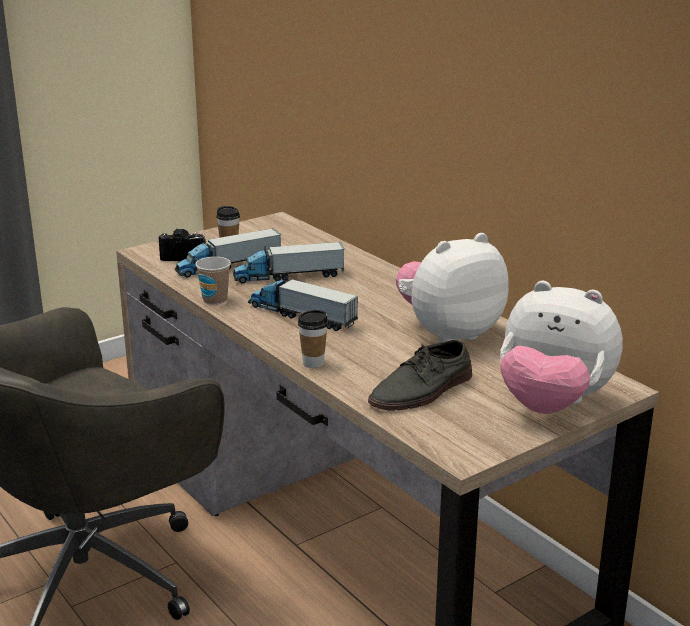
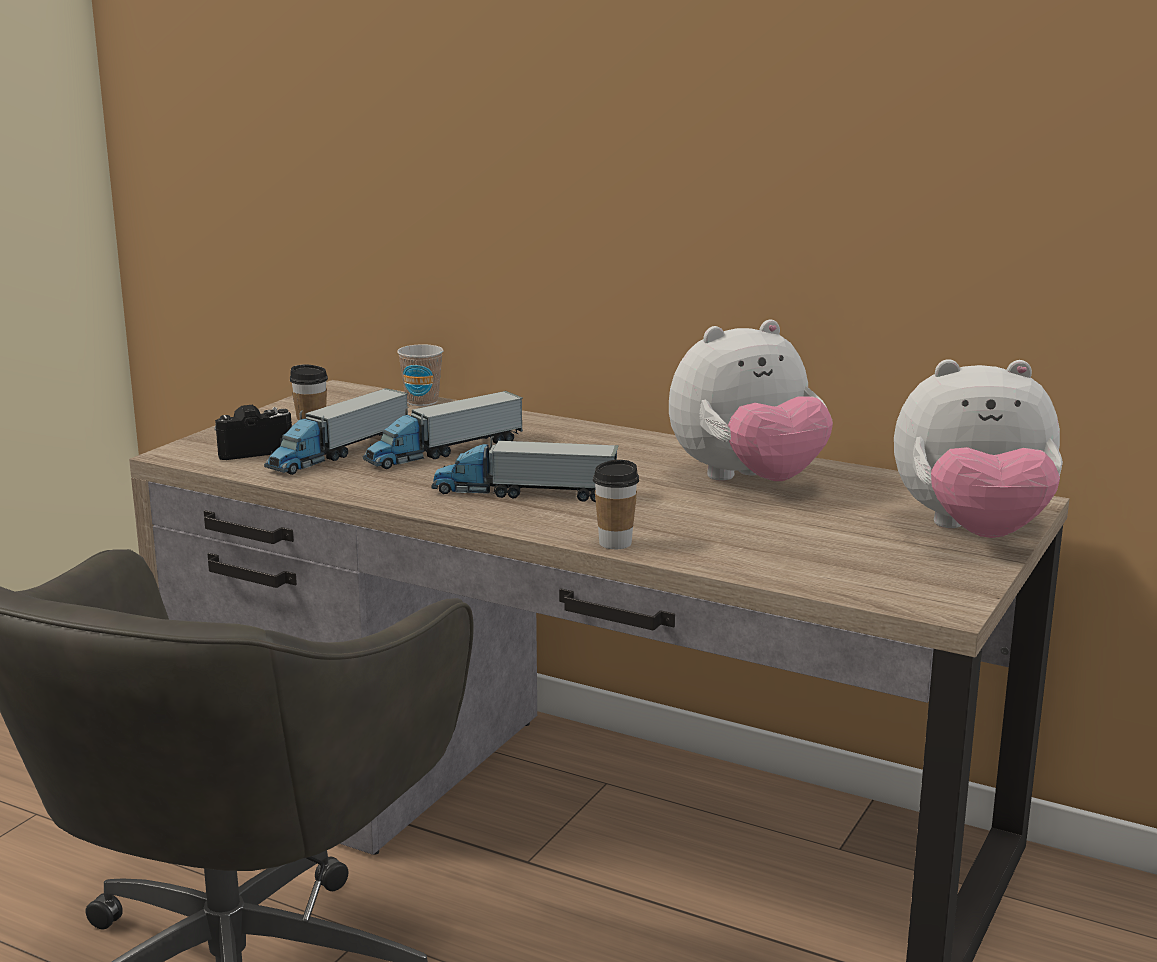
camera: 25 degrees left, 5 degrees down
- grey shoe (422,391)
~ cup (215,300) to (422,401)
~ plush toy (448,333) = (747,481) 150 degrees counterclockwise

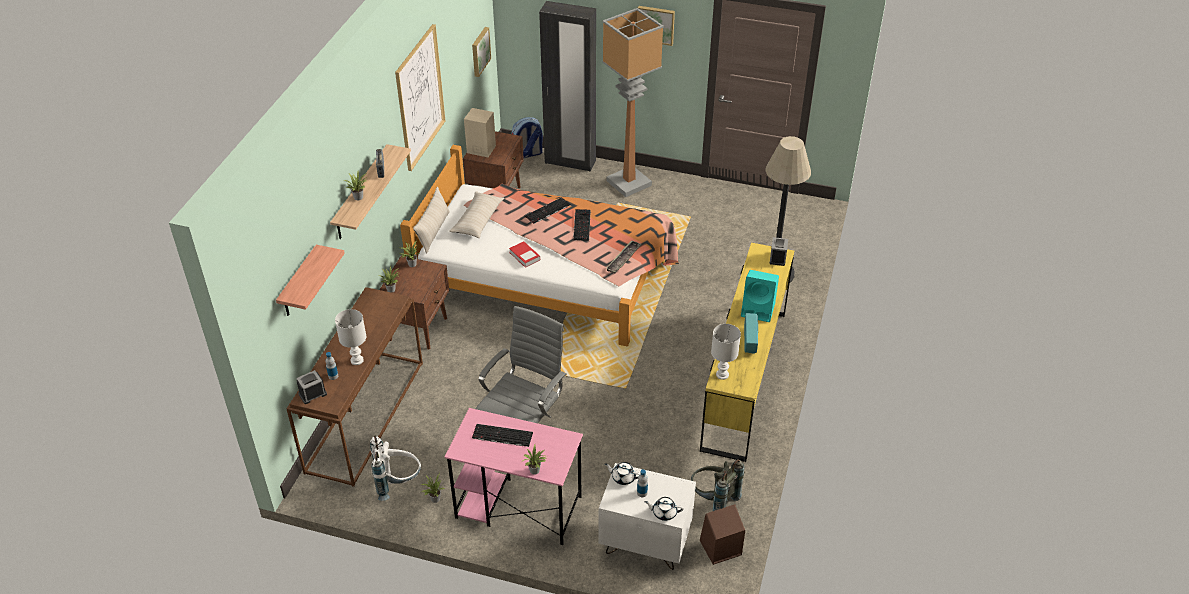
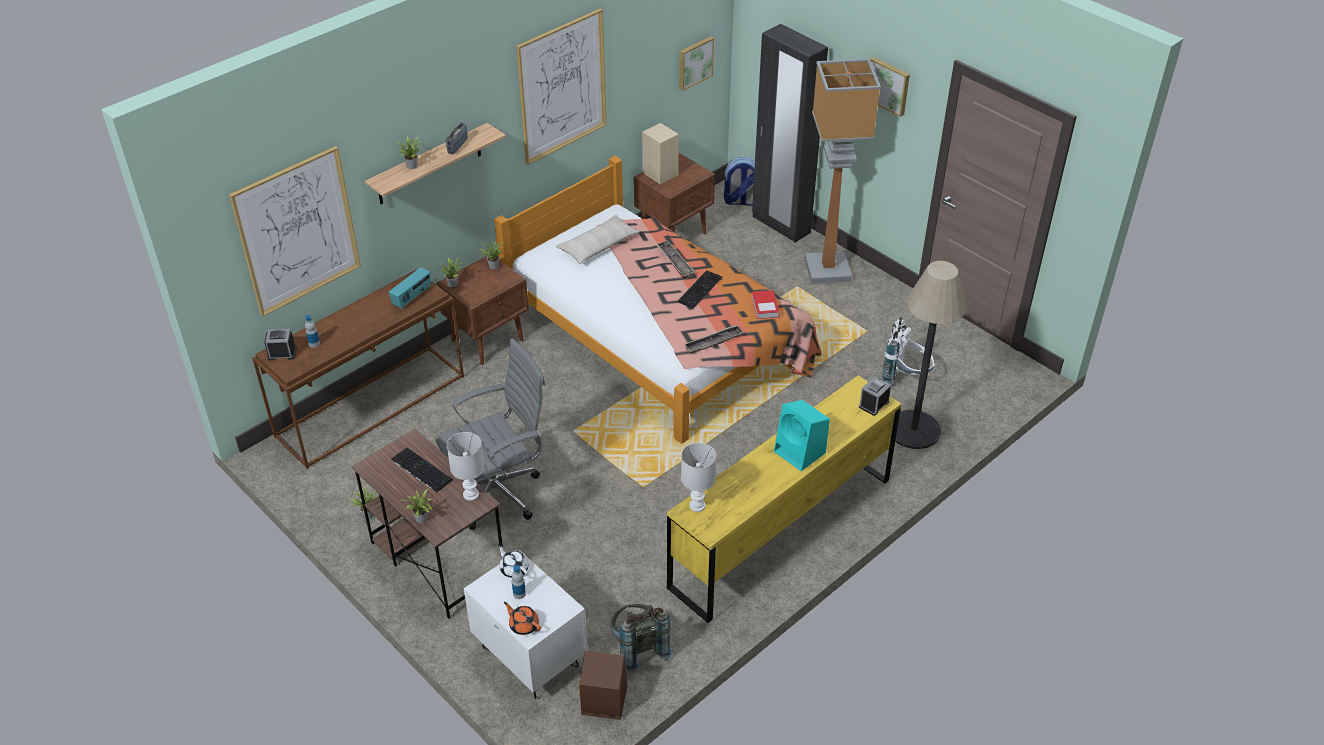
camera: 30 degrees right, 0 degrees up
- beige pillow (433,231)
~ white table lamp (356,360) to (470,494)
~ white backpack (398,483) to (905,377)
~ book (524,256) to (765,307)
~ radio (750,341) to (412,297)
~ shelf (299,283) to picture (297,231)
~ keyboard (547,211) to tray (675,262)
~ pink desk (517,507) to brown desk (437,559)
~ white teapot (664,513) to orange teapot (523,625)

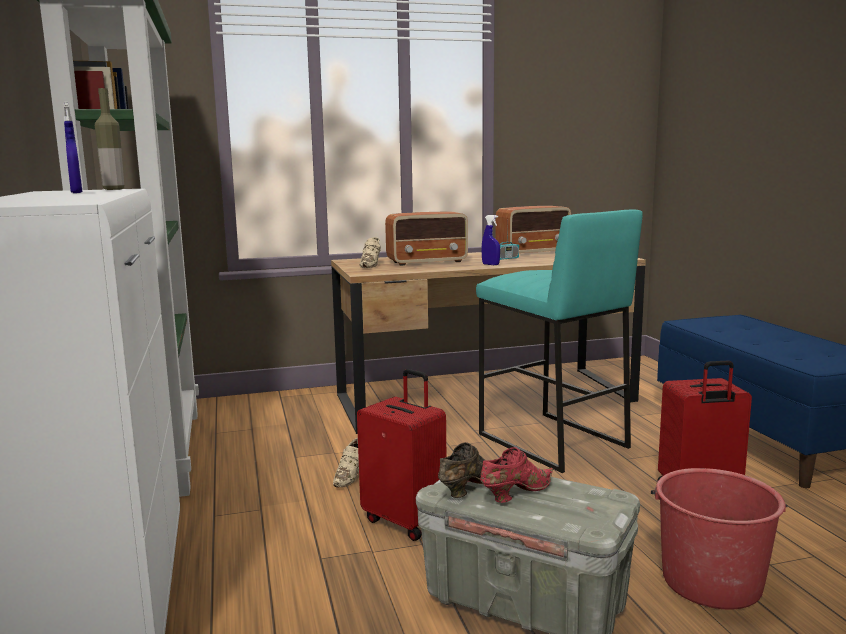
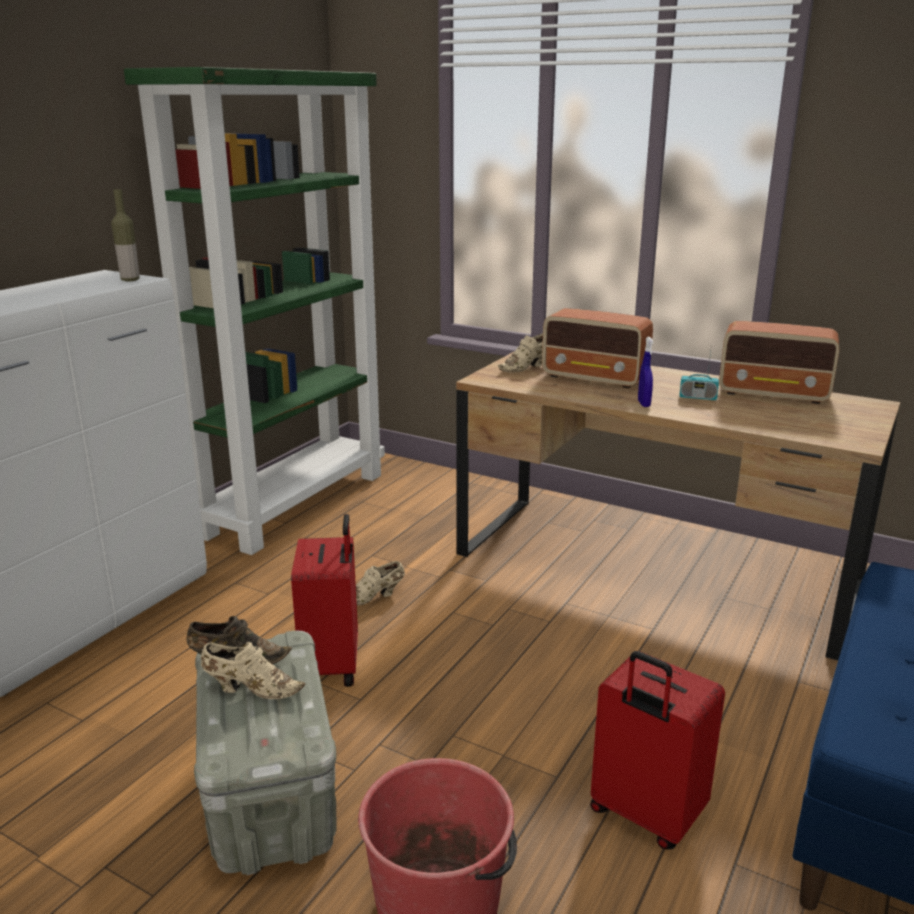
camera: 45 degrees right, 10 degrees up
- blue spray bottle (76,192)
- turquoise stool (551,441)
~ red shoe (515,493) to beige shoe (250,689)

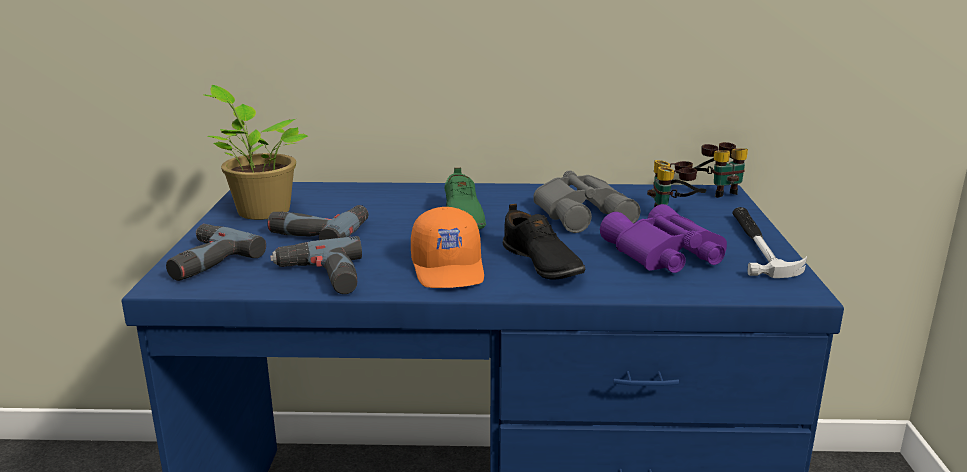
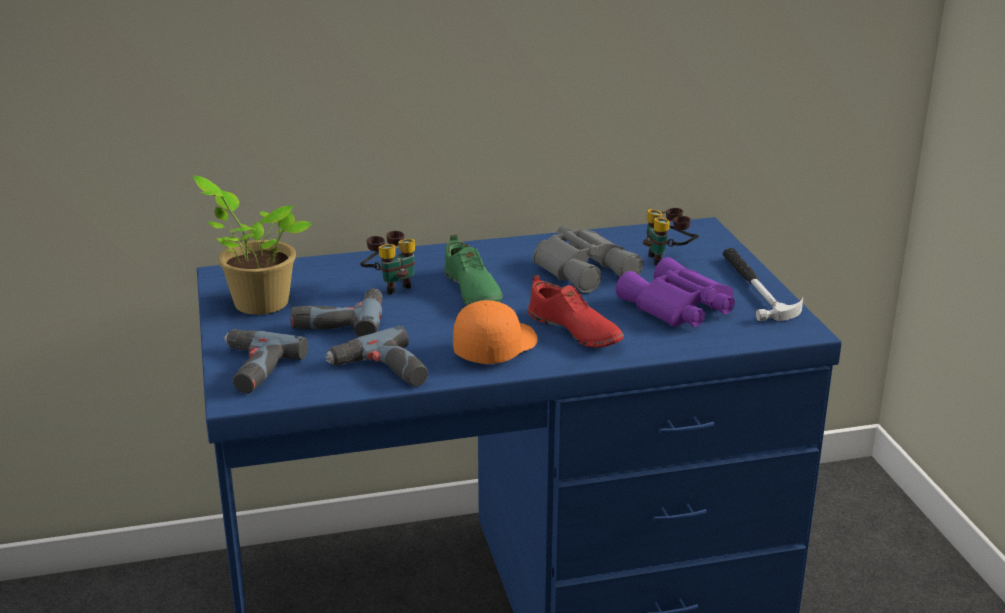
camera: 15 degrees left, 5 degrees up
~ binoculars (717,191) to (391,285)
~ black shoe (541,264) to red shoe (574,331)
~ orange cap (449,269) = (495,347) 120 degrees counterclockwise

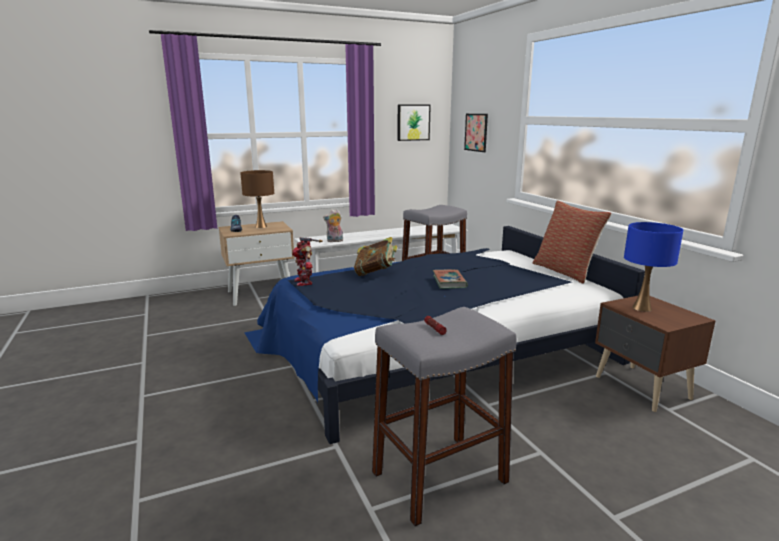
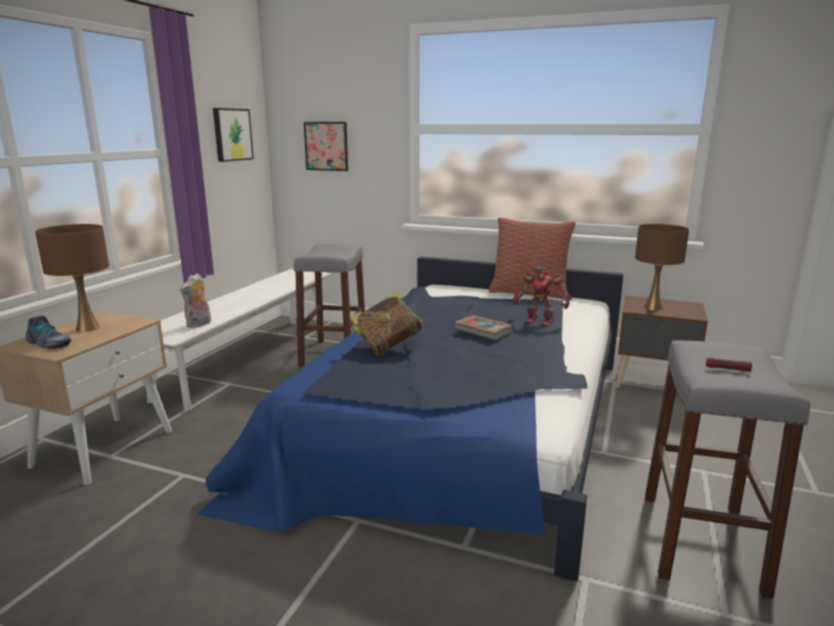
camera: 45 degrees left, 0 degrees up
~ toy robot (305,282) to (539,320)
~ blue table lamp (642,308) to brown table lamp (653,307)

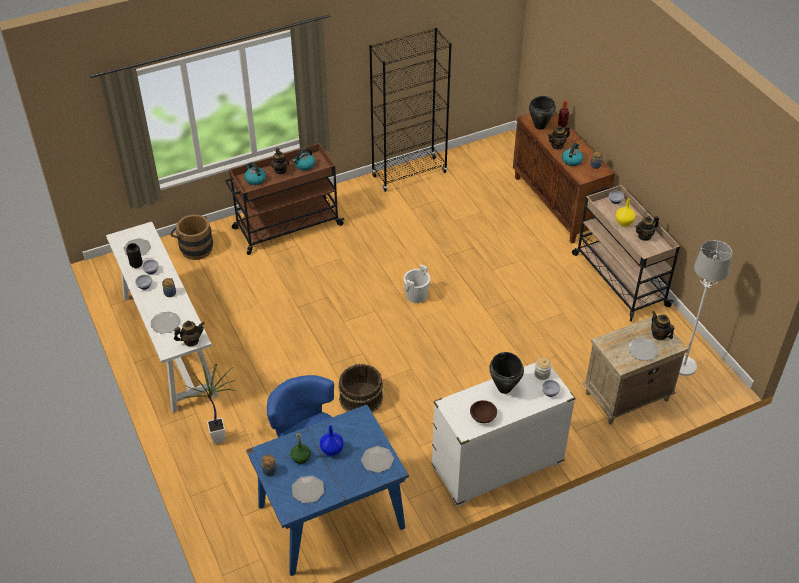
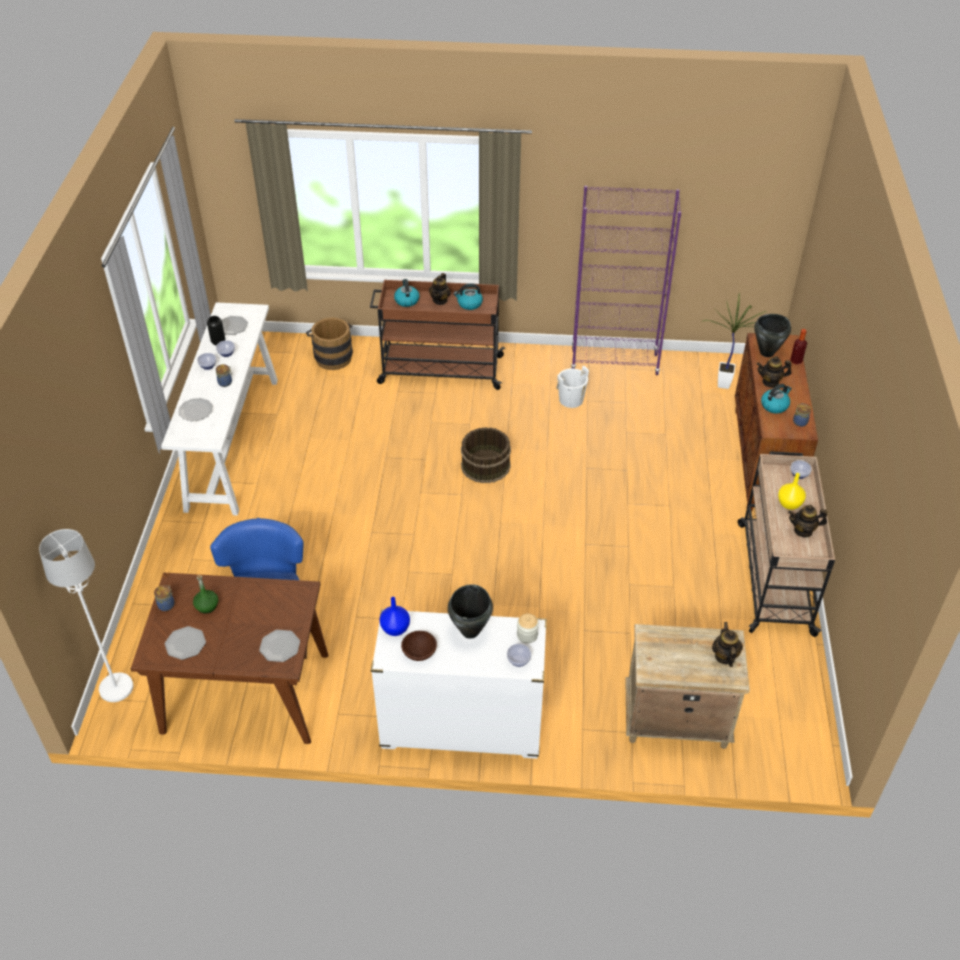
camera: 30 degrees right, 0 degrees up
- teapot (191,341)
- plate (642,350)
~ potted plant (219,436) to (725,383)
~ blue vase (332,450) to (395,629)
~ brown bucket (360,397) to (485,465)
~ white bucket (416,295) to (571,400)
~ white floor lamp (683,366) to (116,688)
~ blue dining table (330,517) to brown dining table (244,693)
~ black bookcase (409,174) to purple bookcase (614,362)

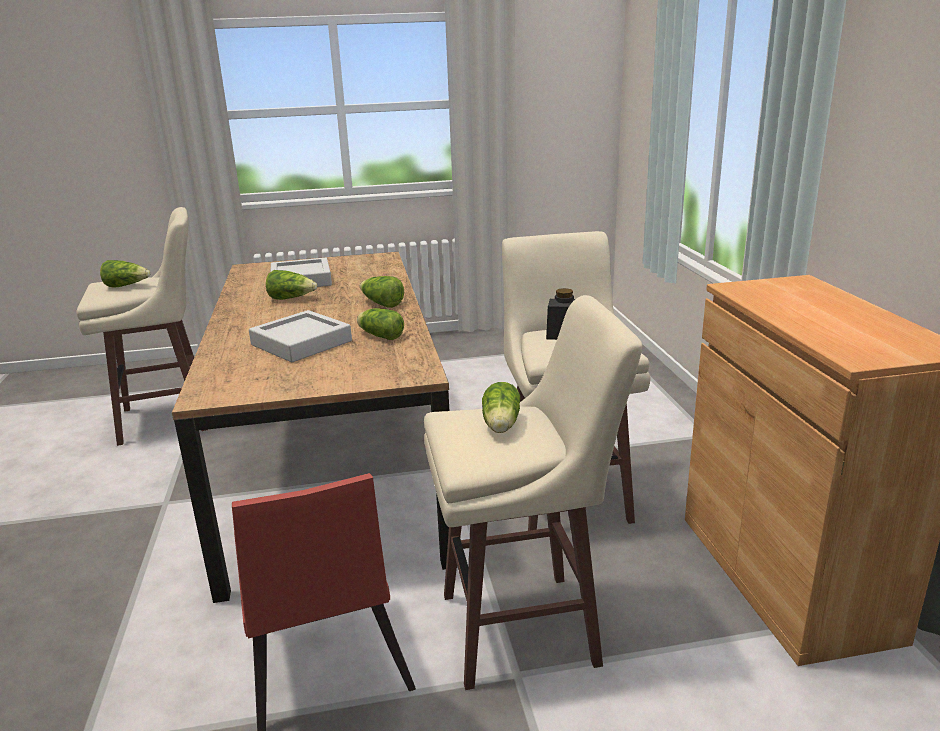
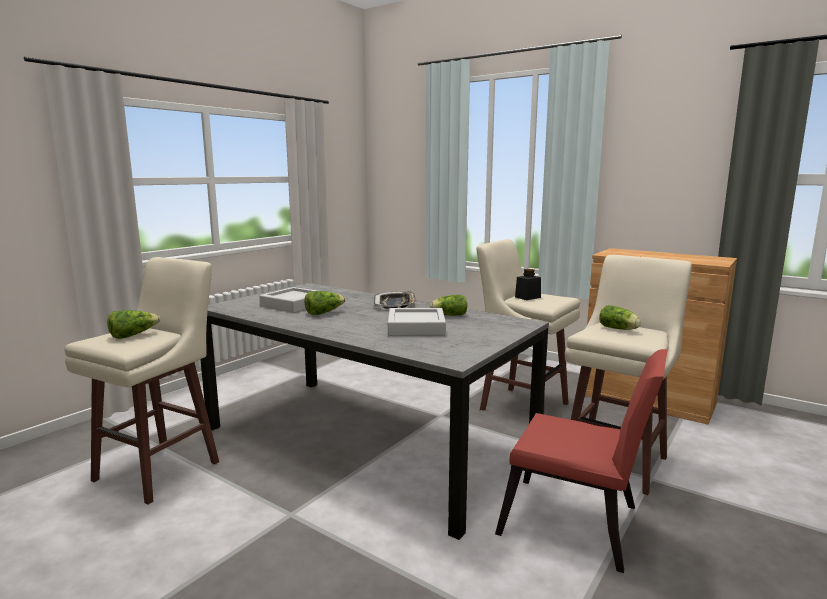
camera: 45 degrees left, 10 degrees down
~ lettuce (382,304) to tray (395,304)
~ brown dining table (335,463) to grey dining table (367,440)

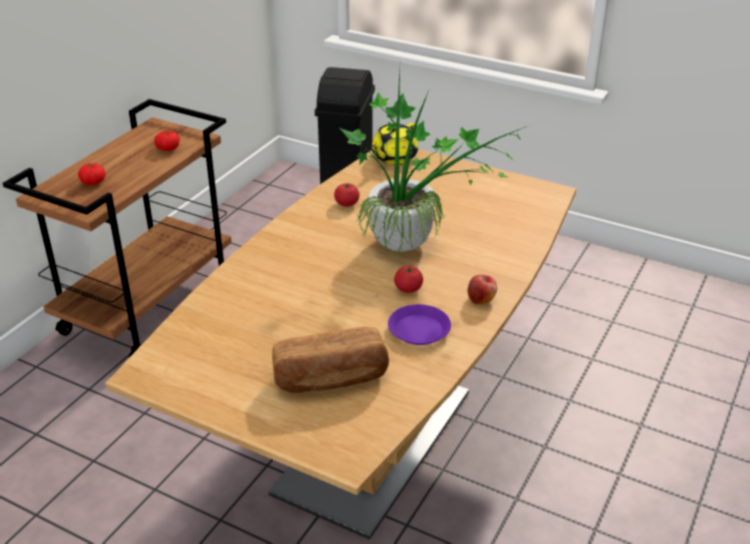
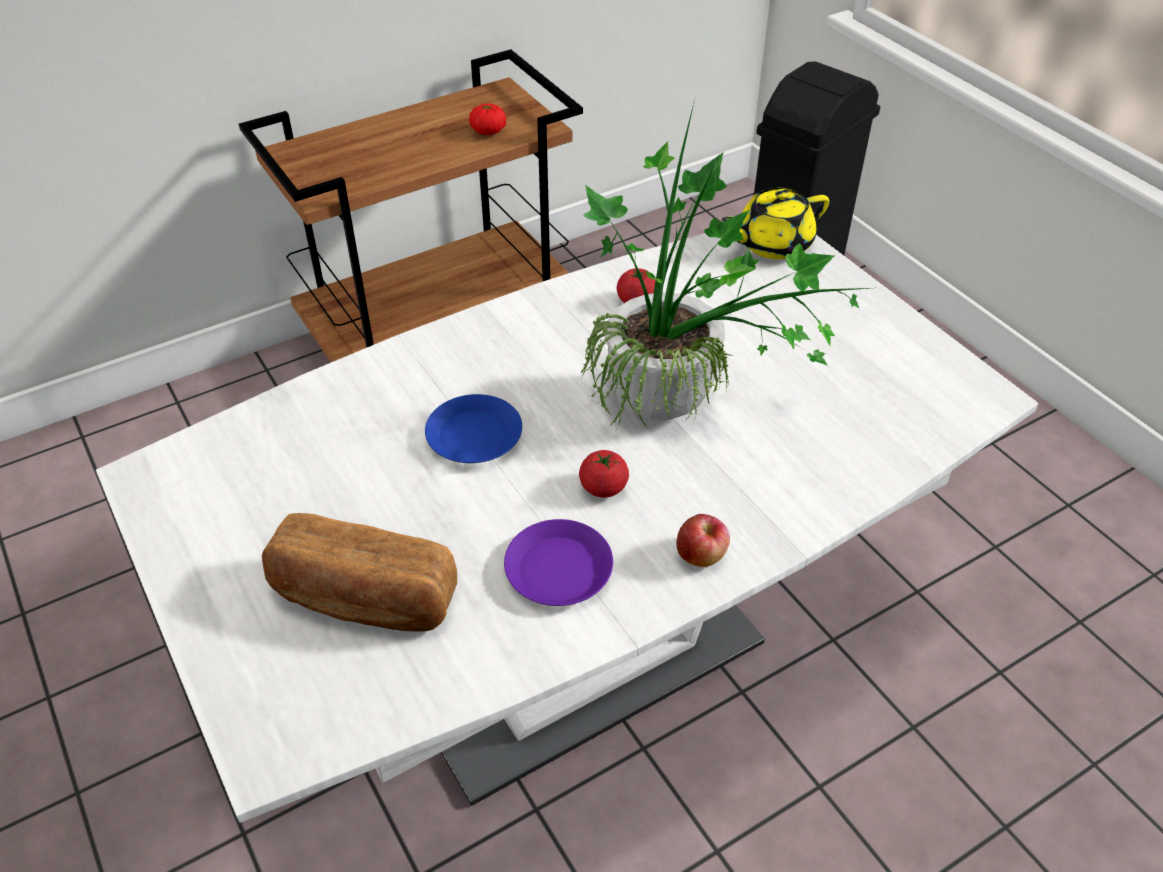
camera: 30 degrees right, 10 degrees up
- tomato (93,182)
+ blue plate (474,437)
~ brown dining table (374,442) to white dining table (581,658)

